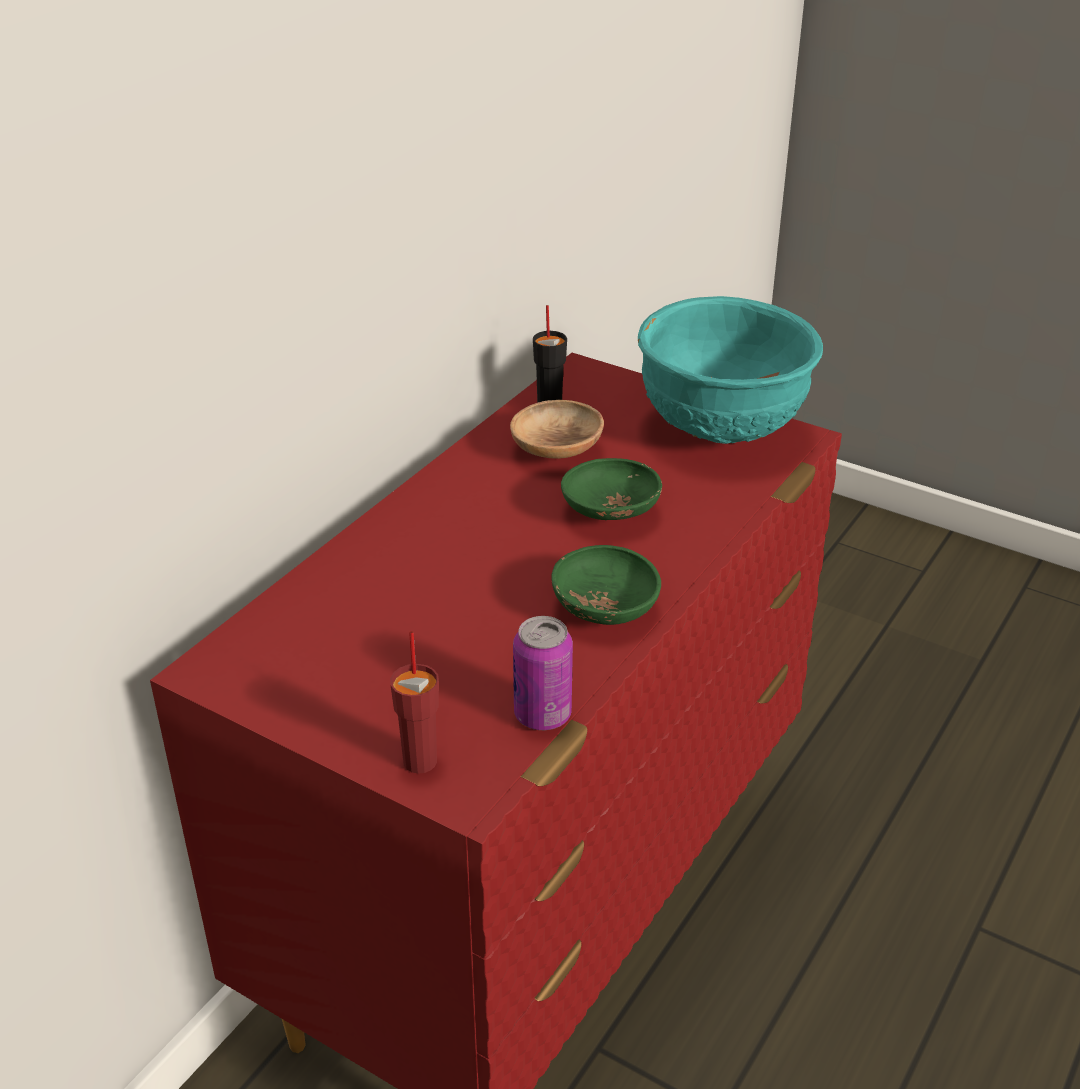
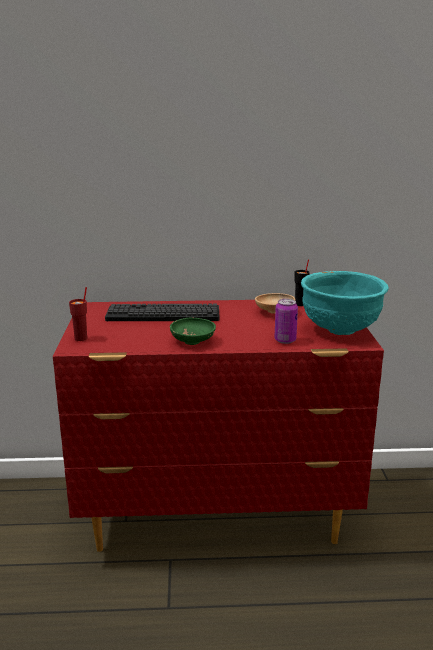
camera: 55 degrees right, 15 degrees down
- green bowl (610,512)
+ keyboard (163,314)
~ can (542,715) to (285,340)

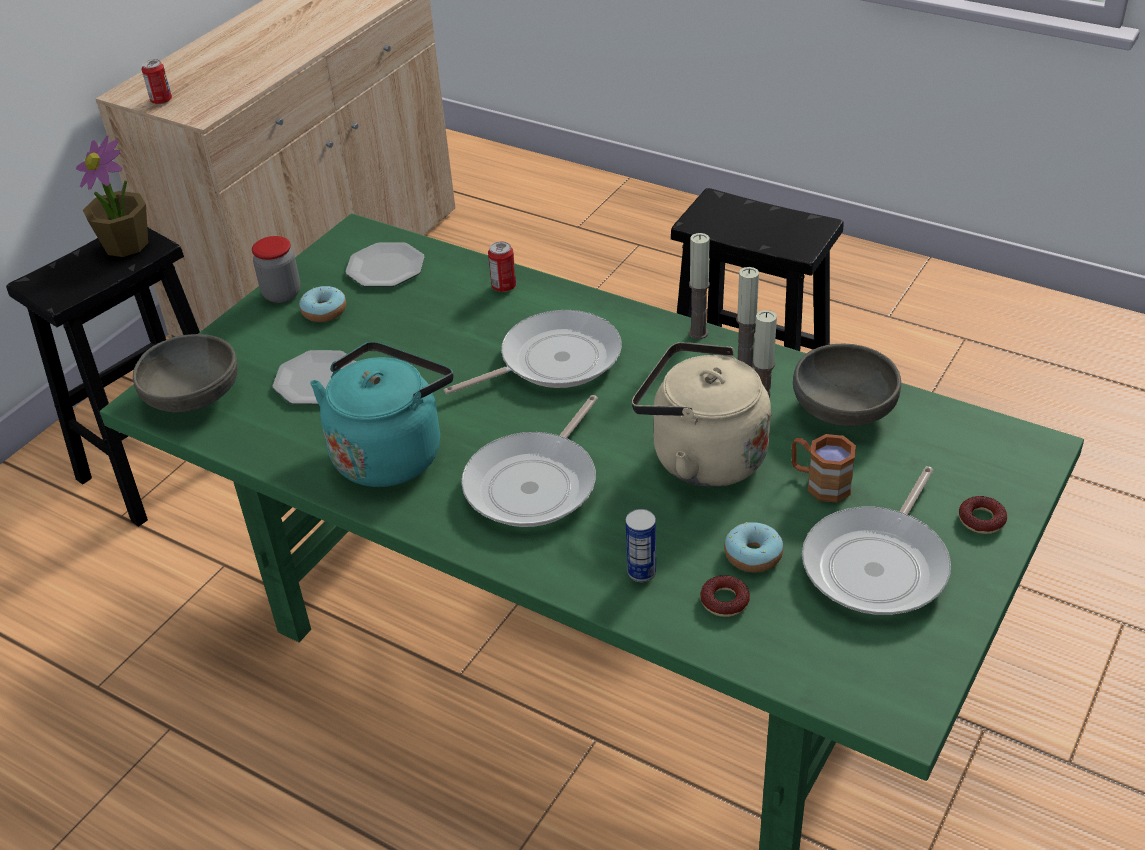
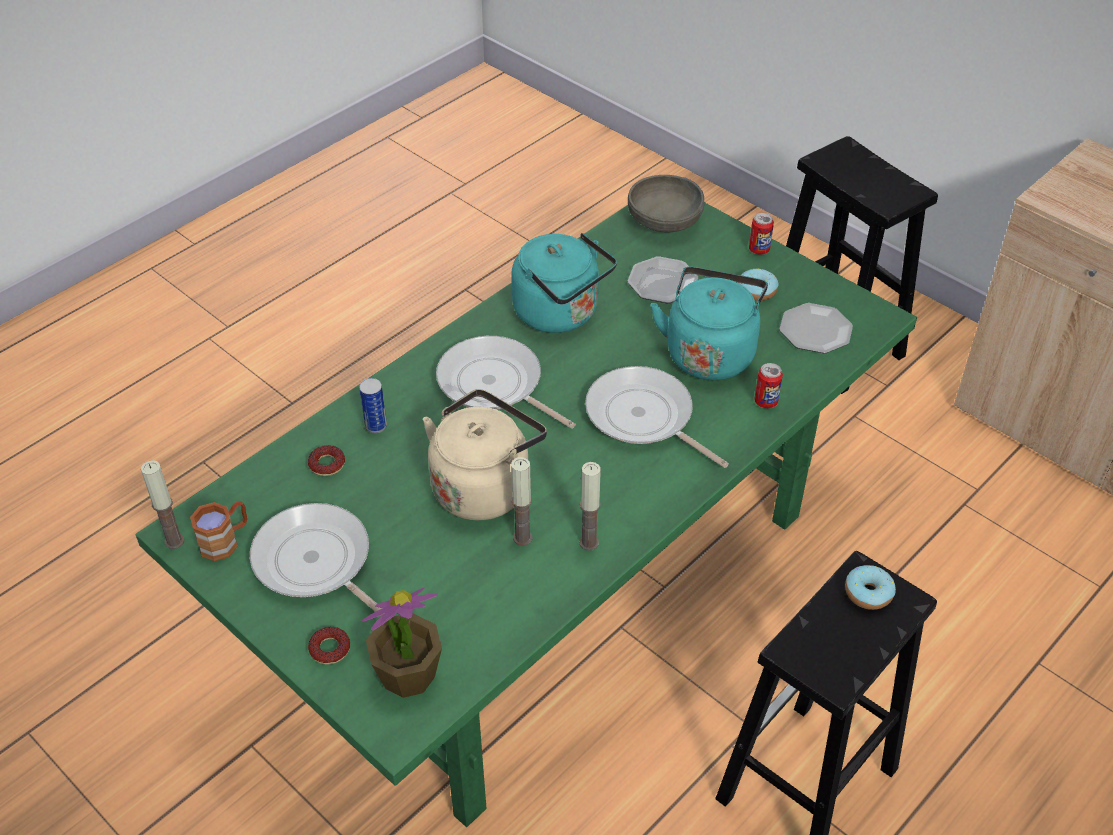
camera: 100 degrees right, 5 degrees up
- jar (282,294)
- grey bowl (843,409)
+ turquoise kettle (710,352)
~ potted plant (126,244) to (408,675)
~ can (161,101) to (759,250)
~ candle (698,333) to (174,541)
~ donut (753,555) to (868,593)
~ brown mug (820,483) to (225,540)
~ frying pan (553,361) = (643,418) 150 degrees clockwise

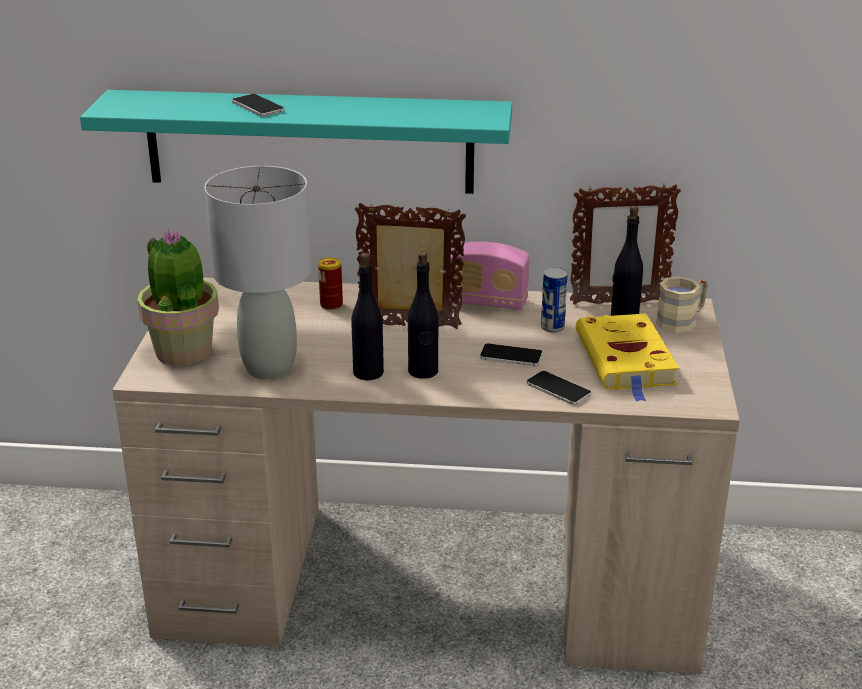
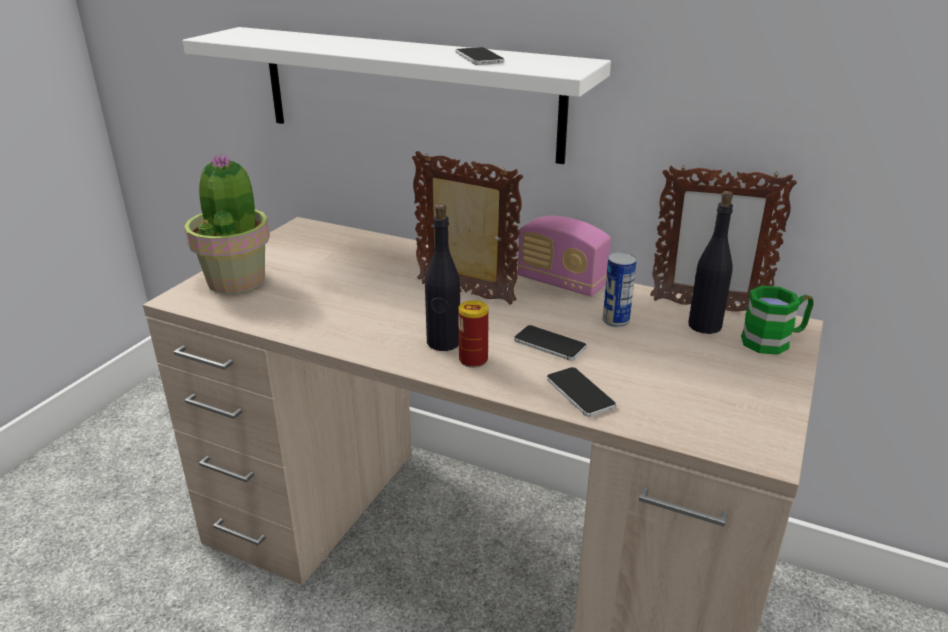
camera: 20 degrees right, 0 degrees up
- grey table lamp (270,367)
- black bottle (368,372)
- yellow book (626,361)
~ phone (258,106) to (479,57)
~ can (331,305) to (473,360)
~ turquoise shelf (309,141) to white shelf (408,92)
~ beige mug (682,321) to green mug (774,341)

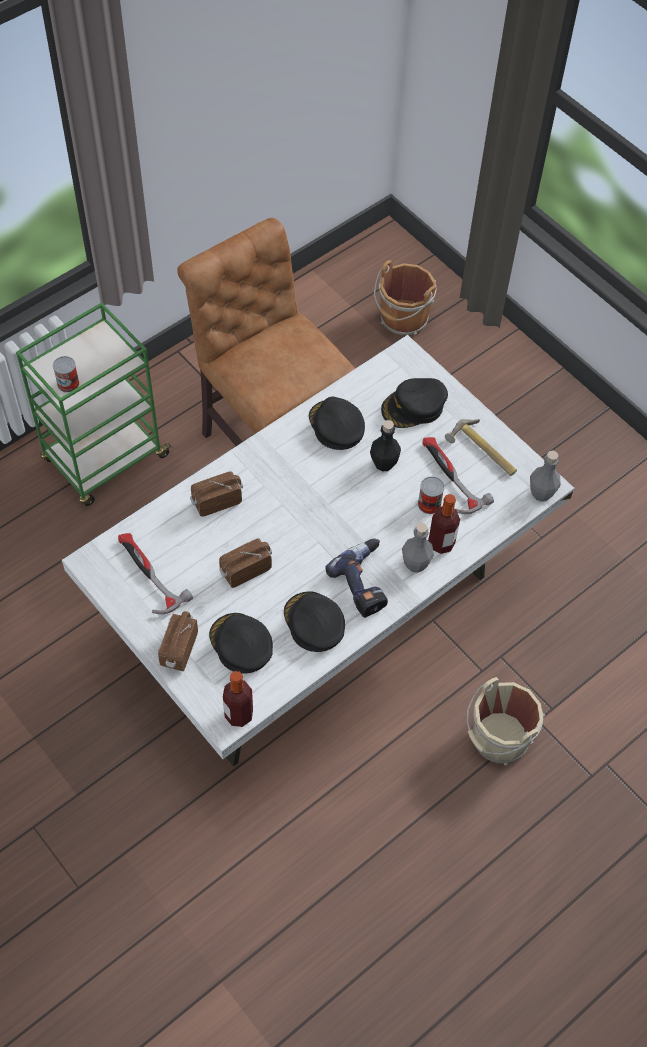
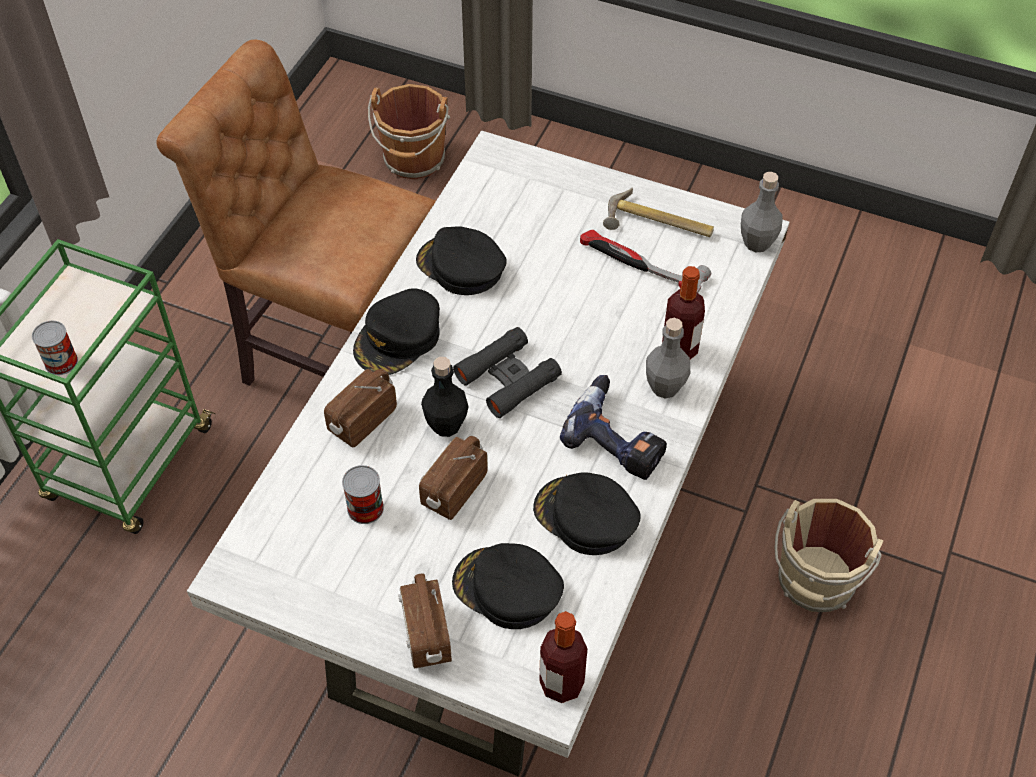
camera: 25 degrees left, 5 degrees down
- hammer (147,575)
+ black binoculars (507,378)
~ black bottle (384,463) to (446,425)
~ black cap (414,407) to (398,338)
~ can (429,504) to (365,508)

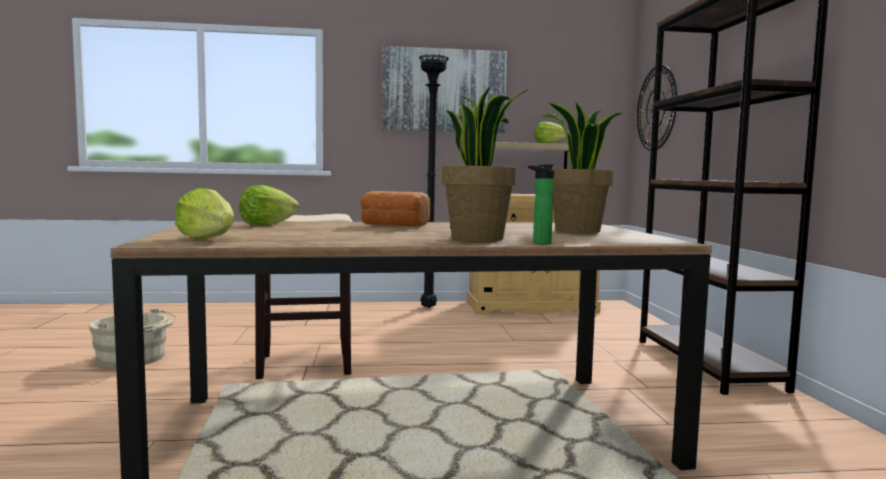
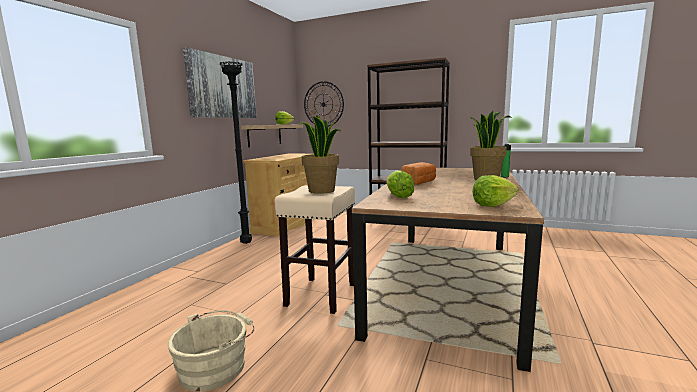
camera: 60 degrees left, 5 degrees up
~ potted plant (577,231) to (322,191)

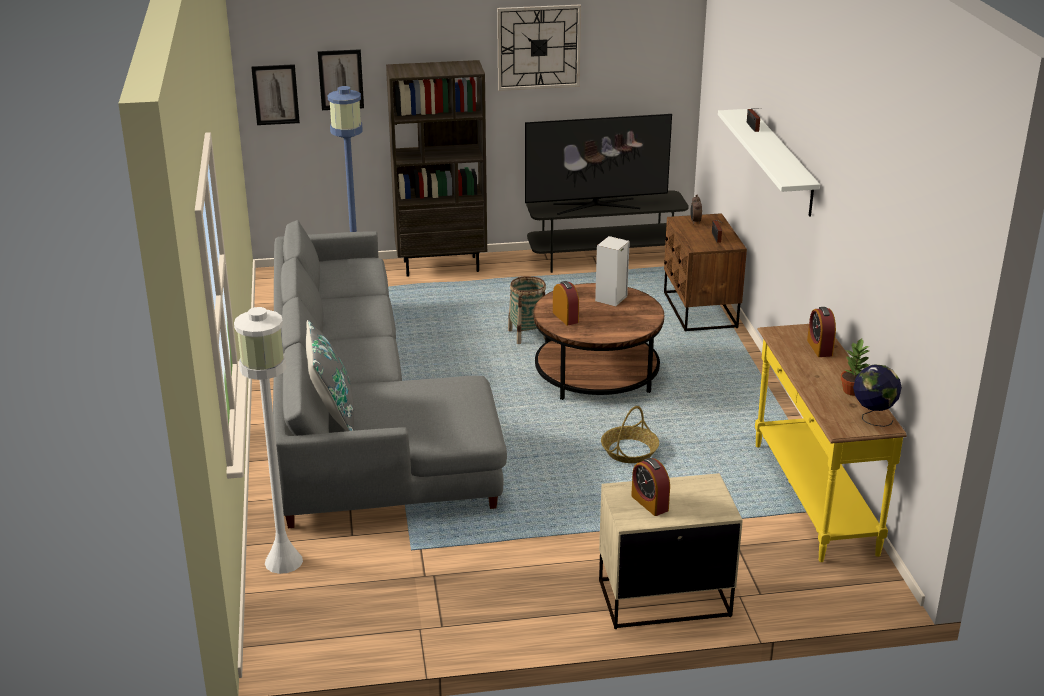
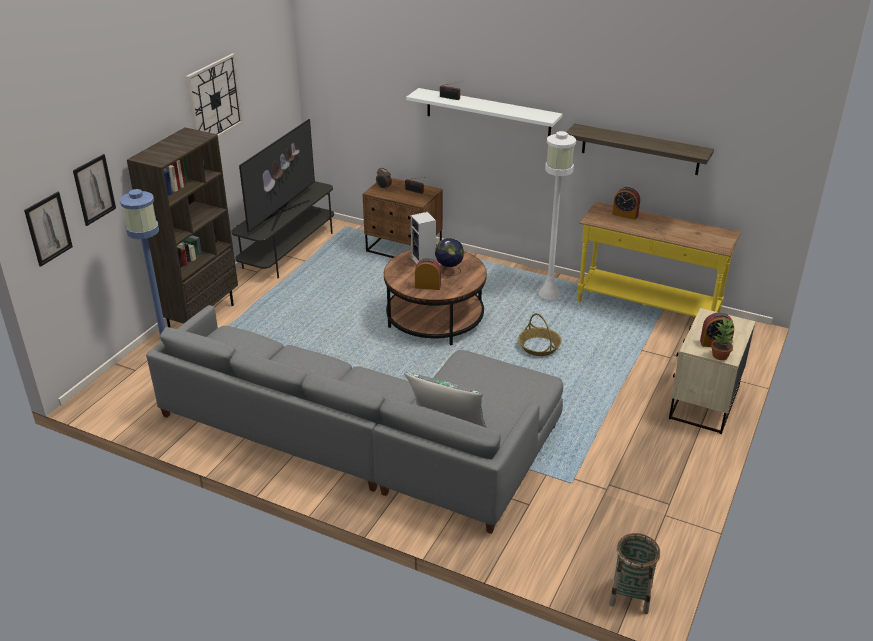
camera: 55 degrees left, 5 degrees up
+ shelf (640,149)
~ white floor lamp (283,561) to (549,294)
~ basket (527,335) to (630,595)
~ potted plant (853,390) to (720,355)
~ globe (872,418) to (449,272)

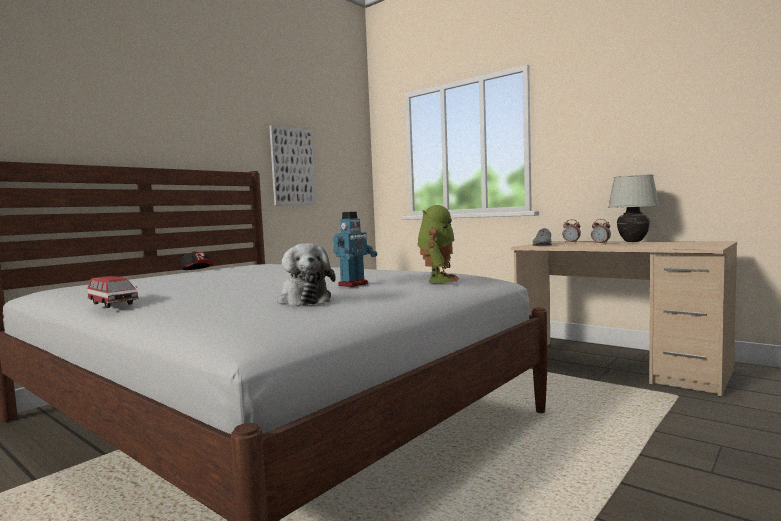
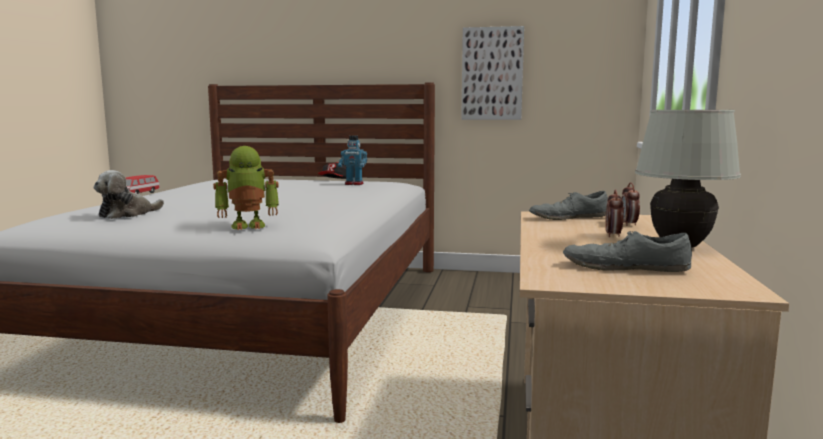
camera: 60 degrees right, 5 degrees up
+ grey shoe (624,267)
~ toy robot (353,284) to (354,184)

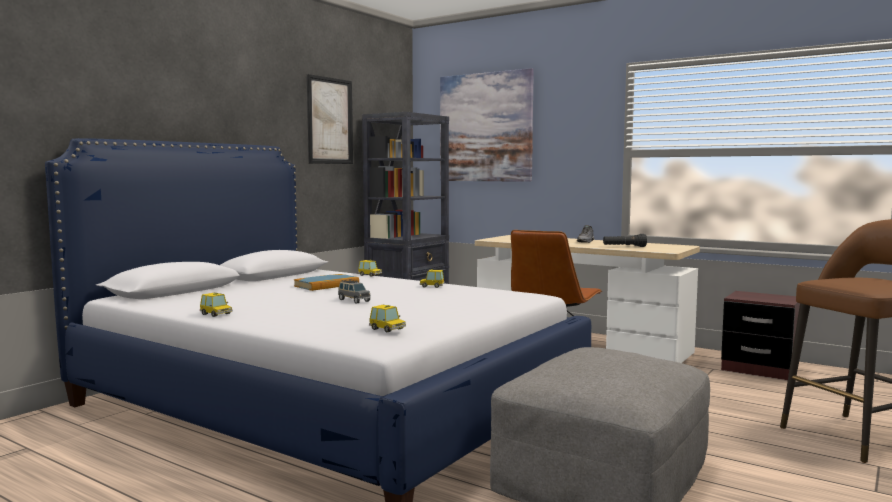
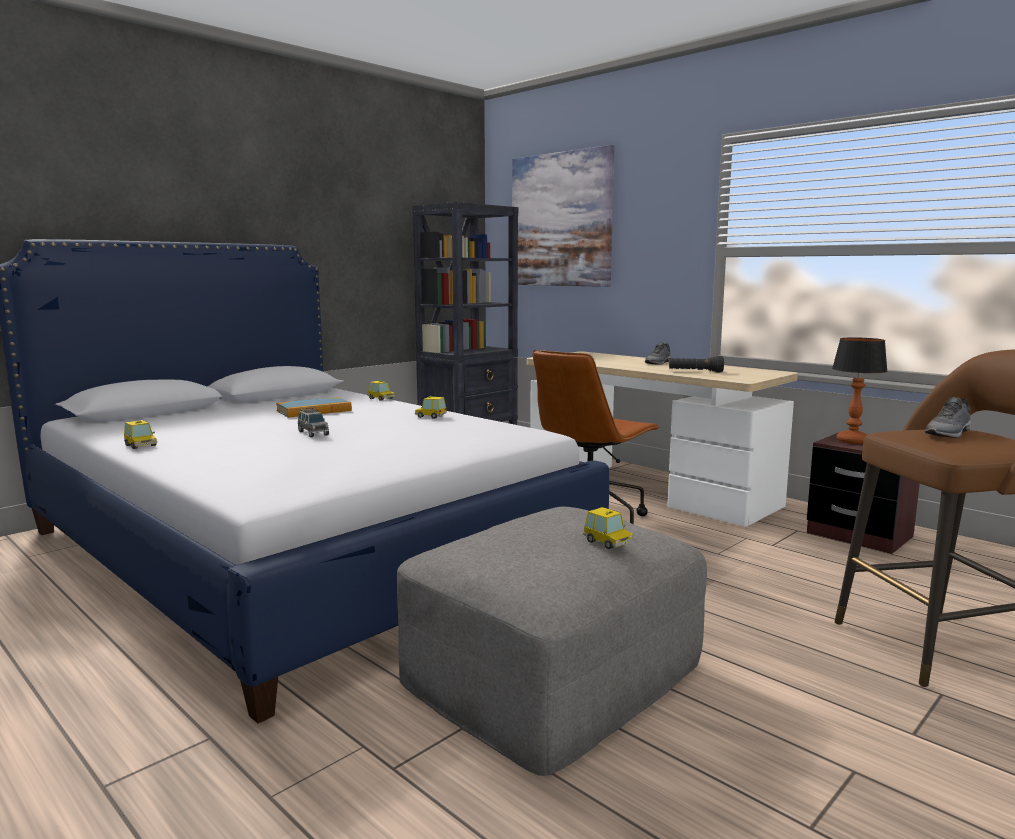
camera: 10 degrees right, 5 degrees up
- picture (330,121)
+ table lamp (852,441)
+ grey shoe (949,433)
~ toy car (387,329) to (608,542)

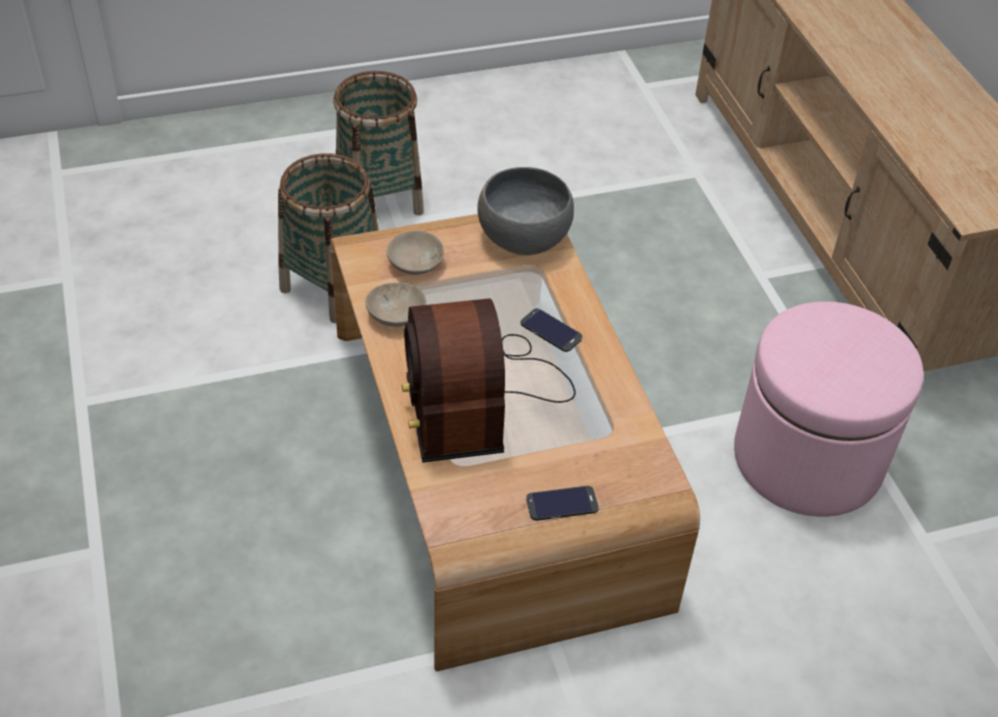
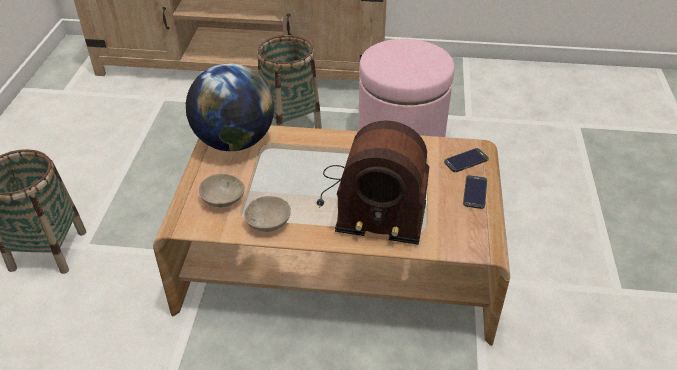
camera: 65 degrees left, 5 degrees down
~ basket (333,286) to (290,123)
~ phone (551,330) to (466,160)
~ grey bowl (523,237) to globe (234,142)

